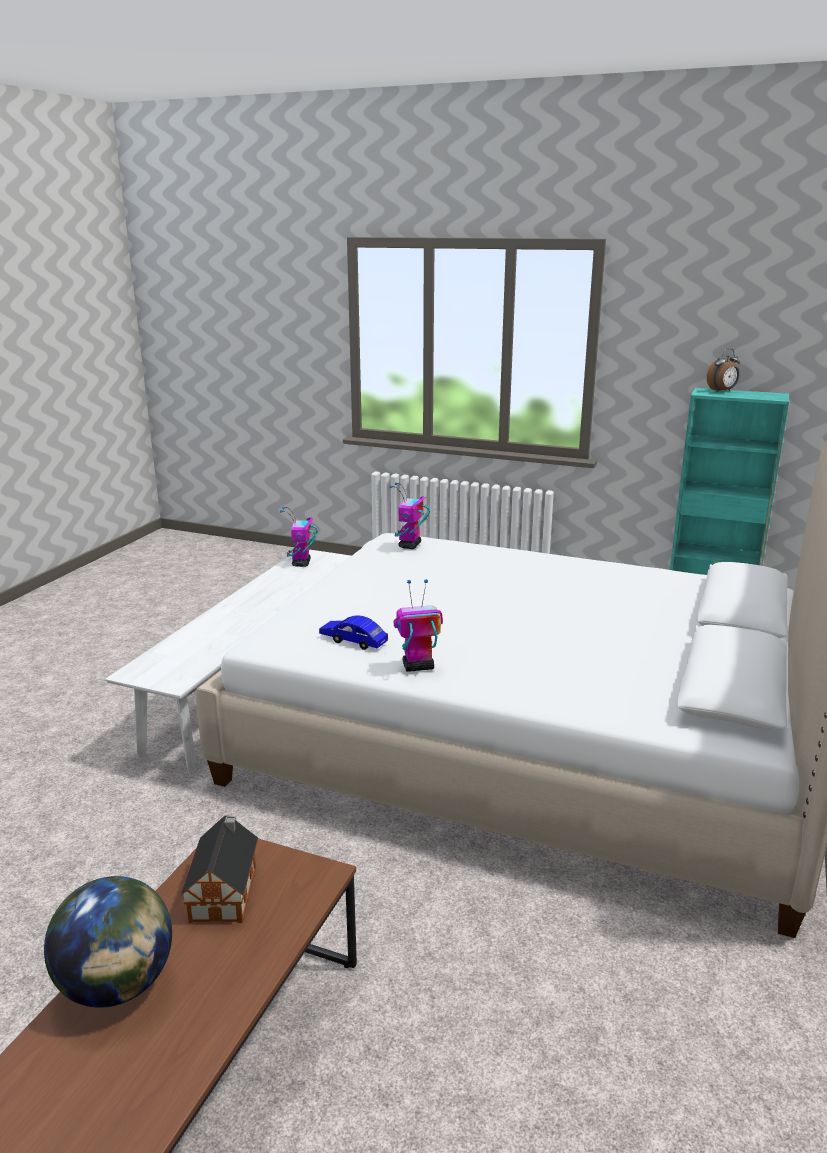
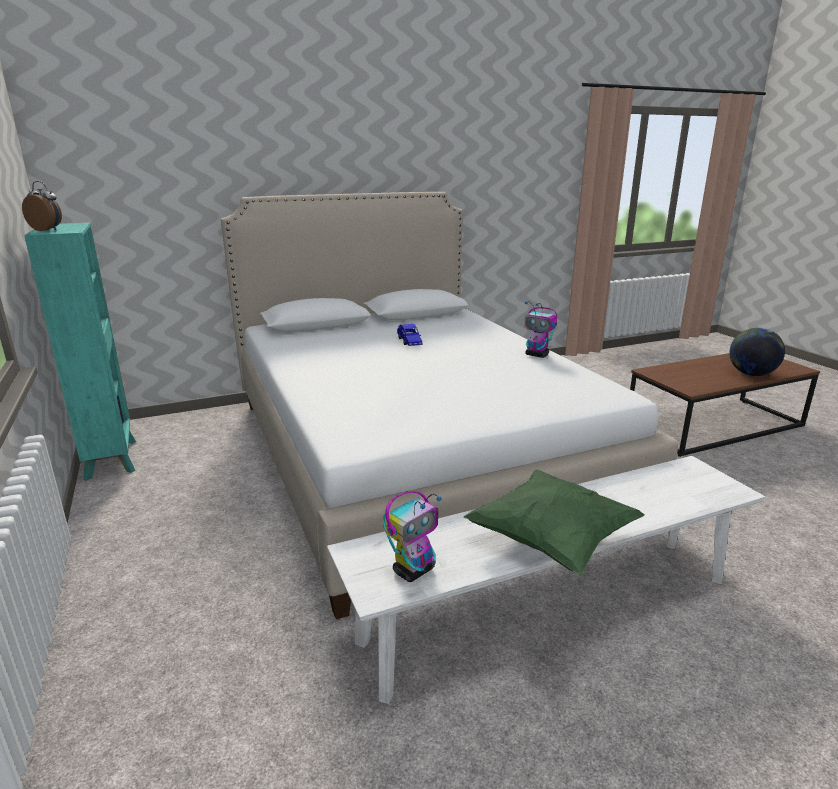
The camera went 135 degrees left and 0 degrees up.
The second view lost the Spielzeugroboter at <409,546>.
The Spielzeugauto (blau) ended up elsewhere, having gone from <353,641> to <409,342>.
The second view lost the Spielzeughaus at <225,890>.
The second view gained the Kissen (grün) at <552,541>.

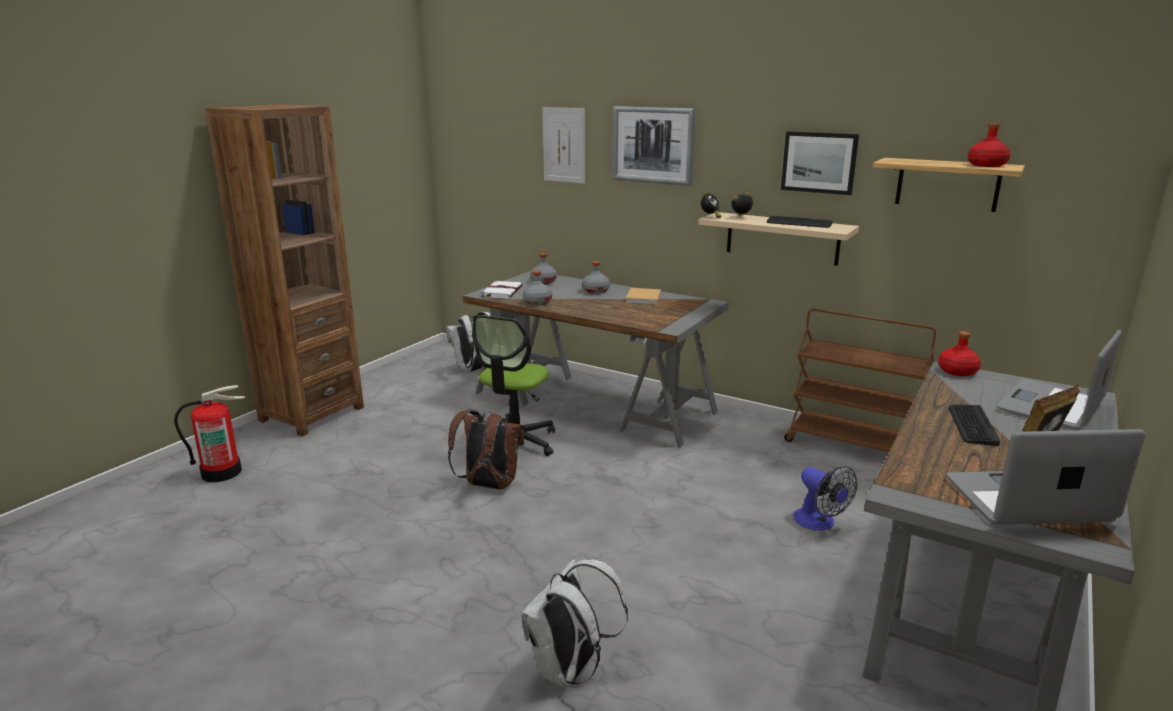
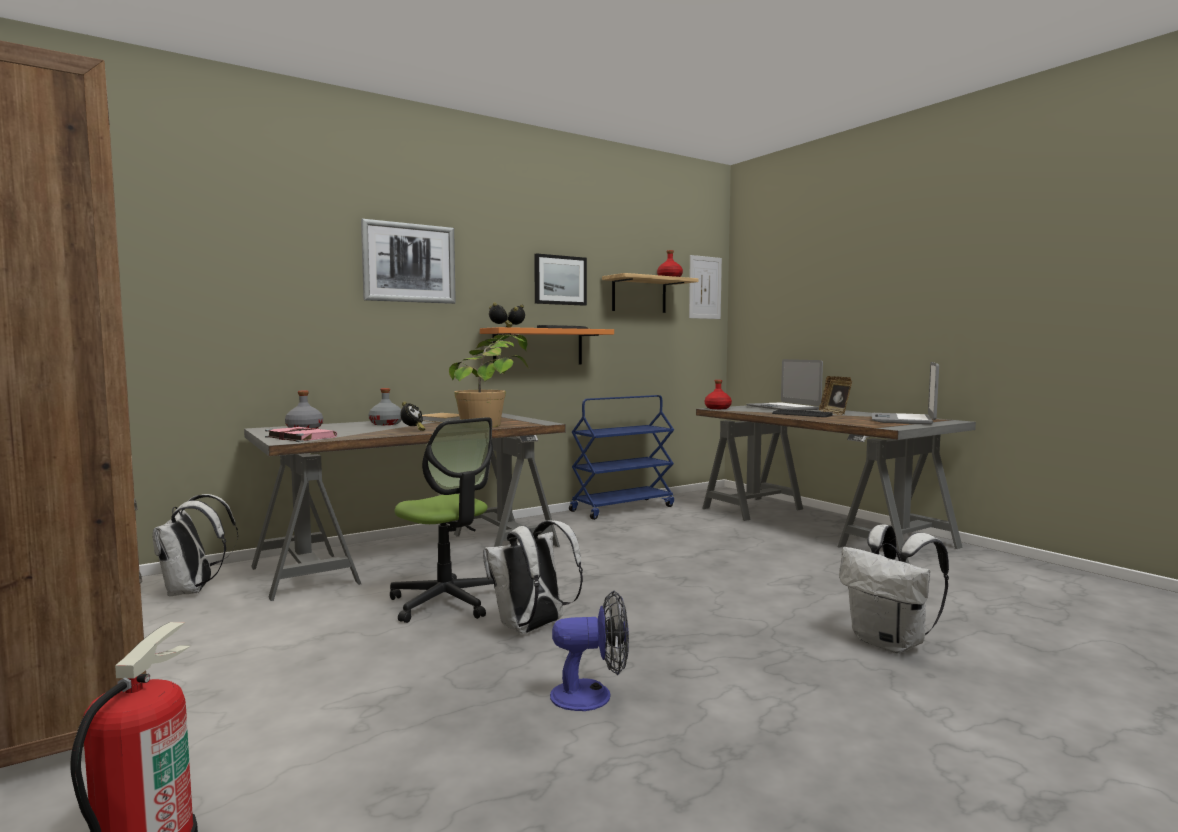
The camera went 65 degrees left and 15 degrees down.
The Bild ended up elsewhere, having gone from <564,145> to <705,287>.
What was the Wandregal (beige) at <782,238> turned into the Wandregal (orange) at <538,347>.
The second view lost the Flasche (grau) at <537,302>.
What was the Buch (weiß) at <502,292> turned into the Buch (rosa) at <300,437>.
What was the Rollwagen (braun) at <852,445> turned into the Rollwagen (blau) at <622,508>.
What was the Rucksack (braun) at <488,485> turned into the Rucksack (weiß) at <532,628>.
The Ventilator ended up elsewhere, having gone from <819,523> to <592,695>.
The second view gained the Topfpflanze at <493,424>.
The second view gained the Wecker at <412,430>.

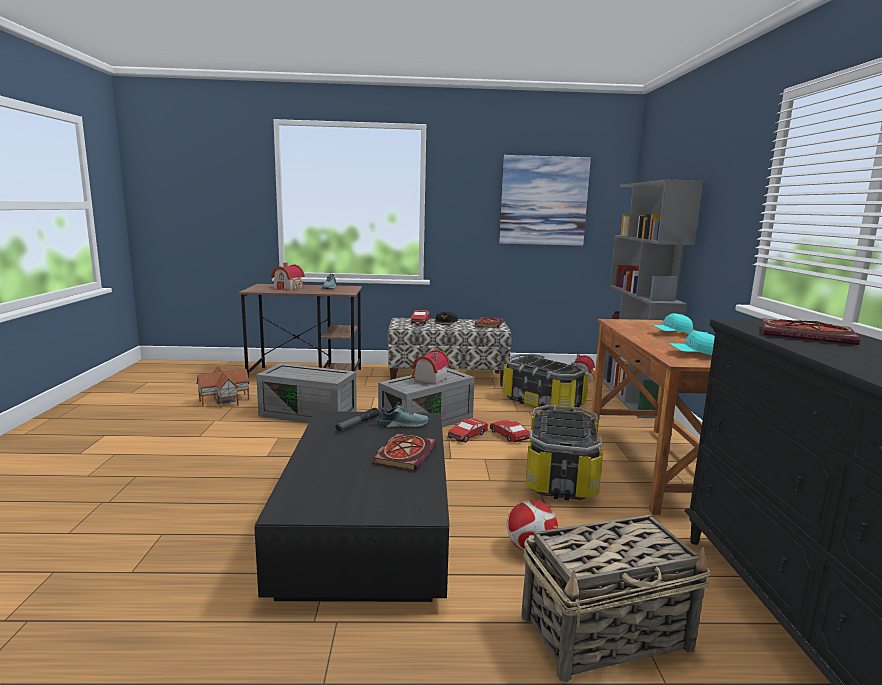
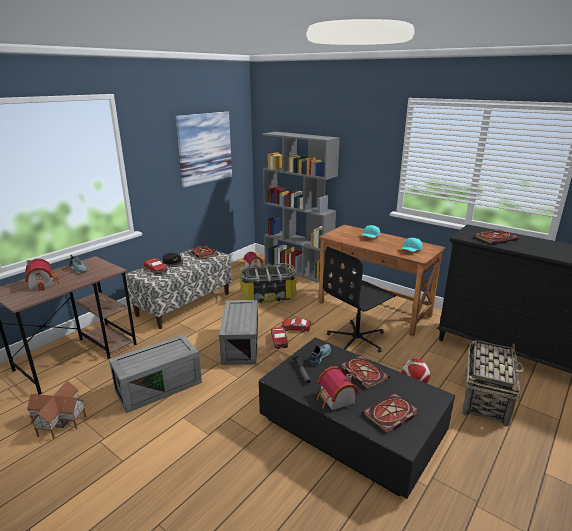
The camera went 50 degrees left and 10 degrees up.
The Spielzeughaus ended up elsewhere, having gone from <428,379> to <335,400>.
Where the Aufbewahrungsbox stood at <560,476>, the Bürostuhl (schwarz) came to stand at <357,339>.
The second view gained the Buch at <390,415>.

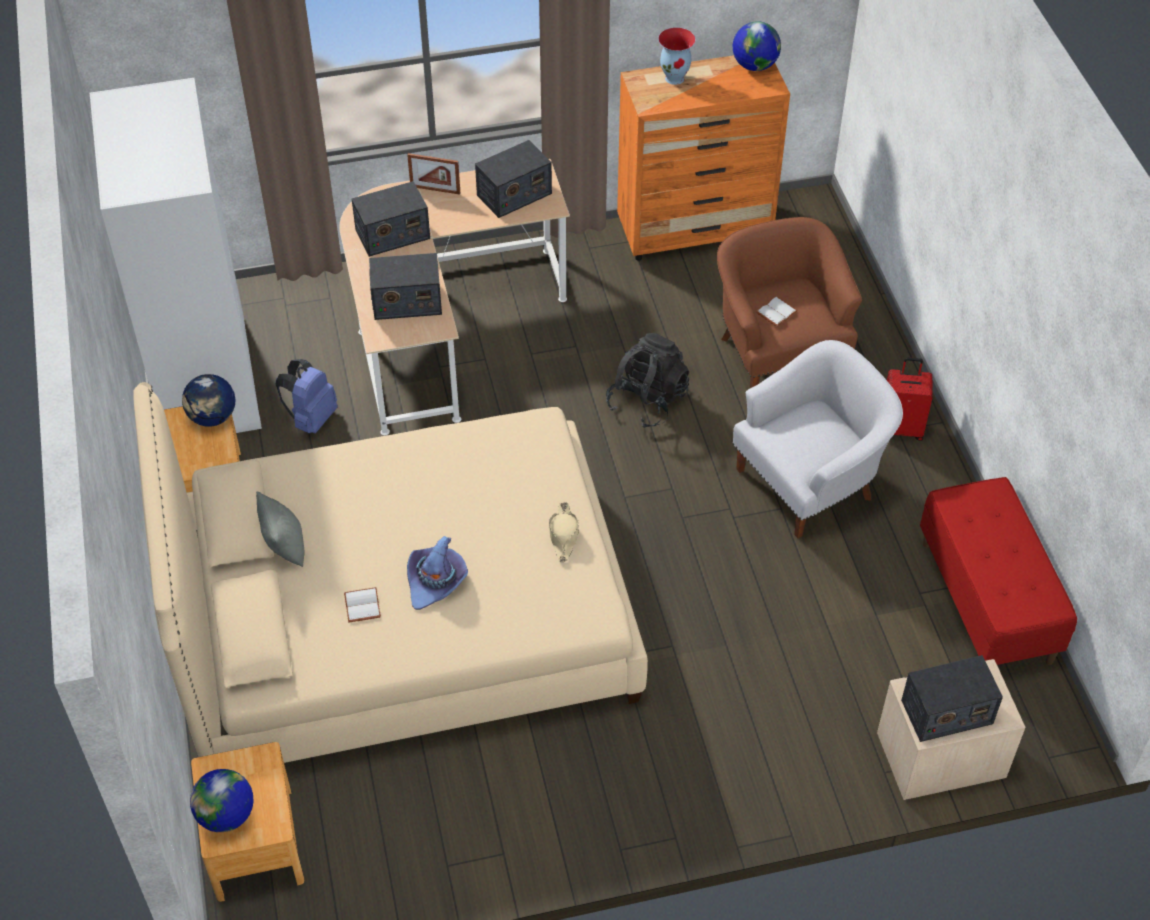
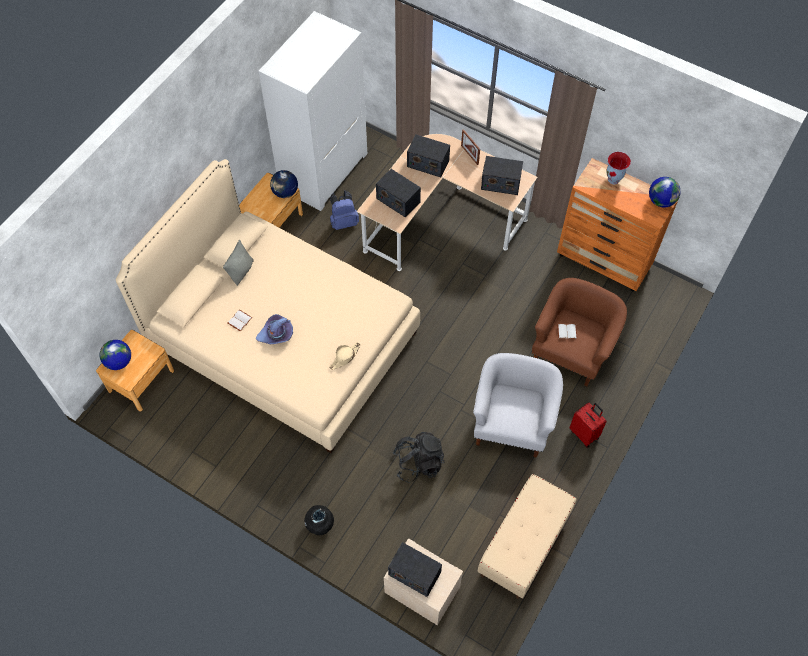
The camera went 45 degrees right and 10 degrees up.
The Rucksack (schwarz) ended up elsewhere, having gone from <647,401> to <418,462>.
The Sessel (weiß) at <810,483> ended up facing another way, 90 degrees counterclockwise from before.
What was the Bank (rot) at <987,602> turned into the Bank (beige) at <524,545>.
The second view gained the Vase (schwarz) at <320,525>.

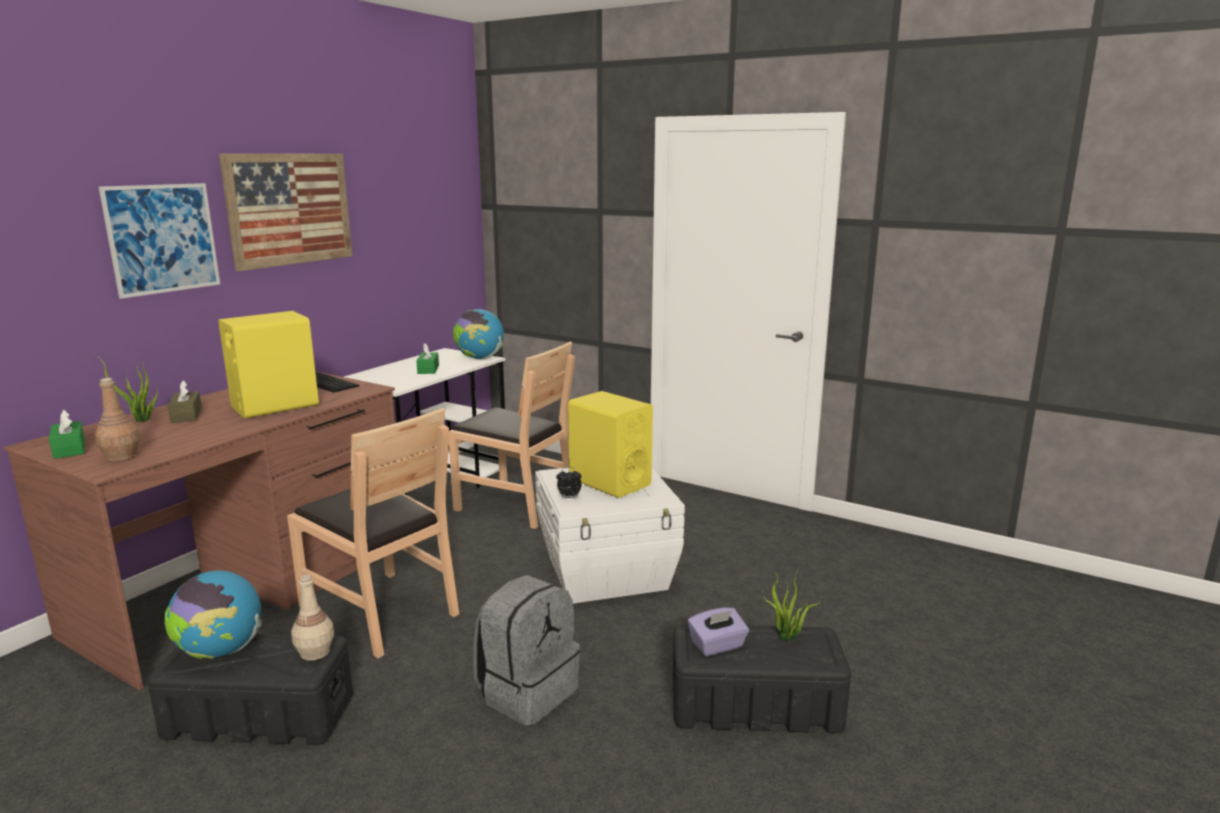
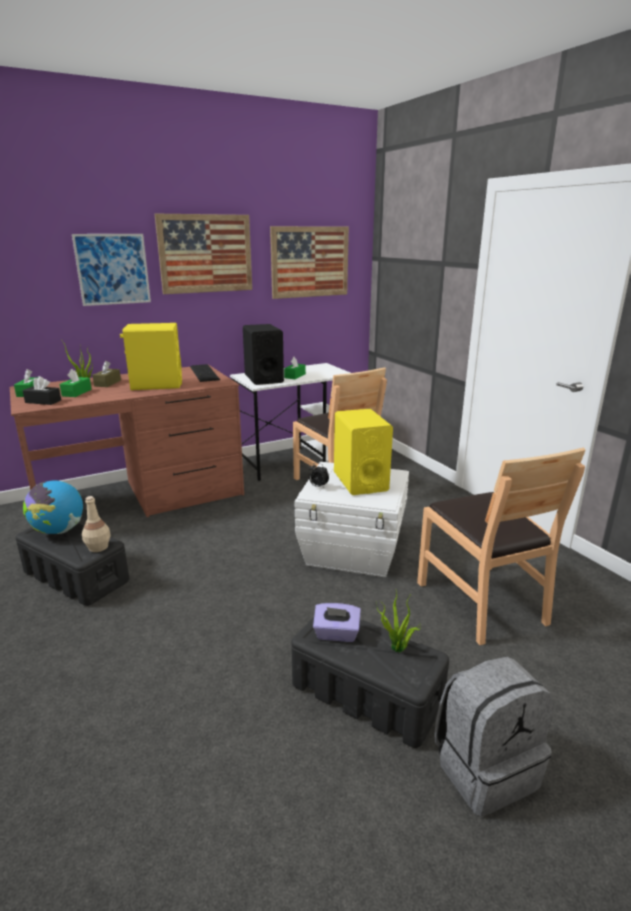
The camera went 30 degrees right and 5 degrees up.
The second view lost the Globus at <479,358>.
Where the Flasche (braun) stood at <121,457>, the Taschentuchbox (schwarz) came to stand at <43,401>.
The Stuhl (braun) ended up elsewhere, having gone from <381,612> to <481,601>.
The Rucksack (grau) ended up elsewhere, having gone from <527,692> to <484,768>.
The second view gained the Bild at <310,262>.
The second view gained the Lautsprecher (schwarz) at <263,378>.
The second view gained the Taschentuchbox (grün) at <77,393>.

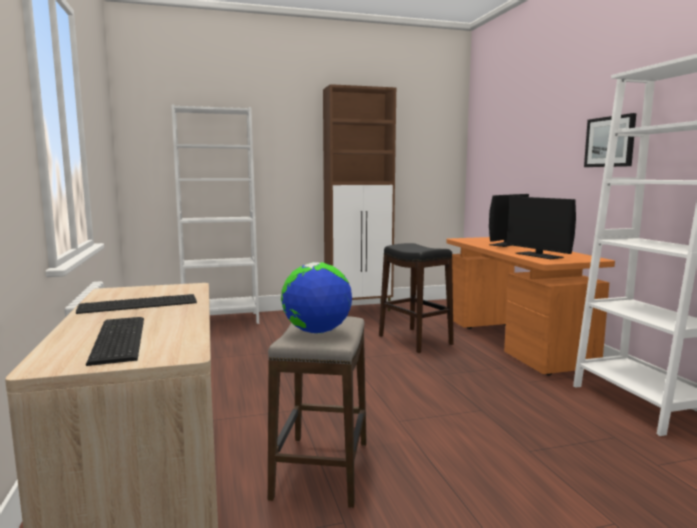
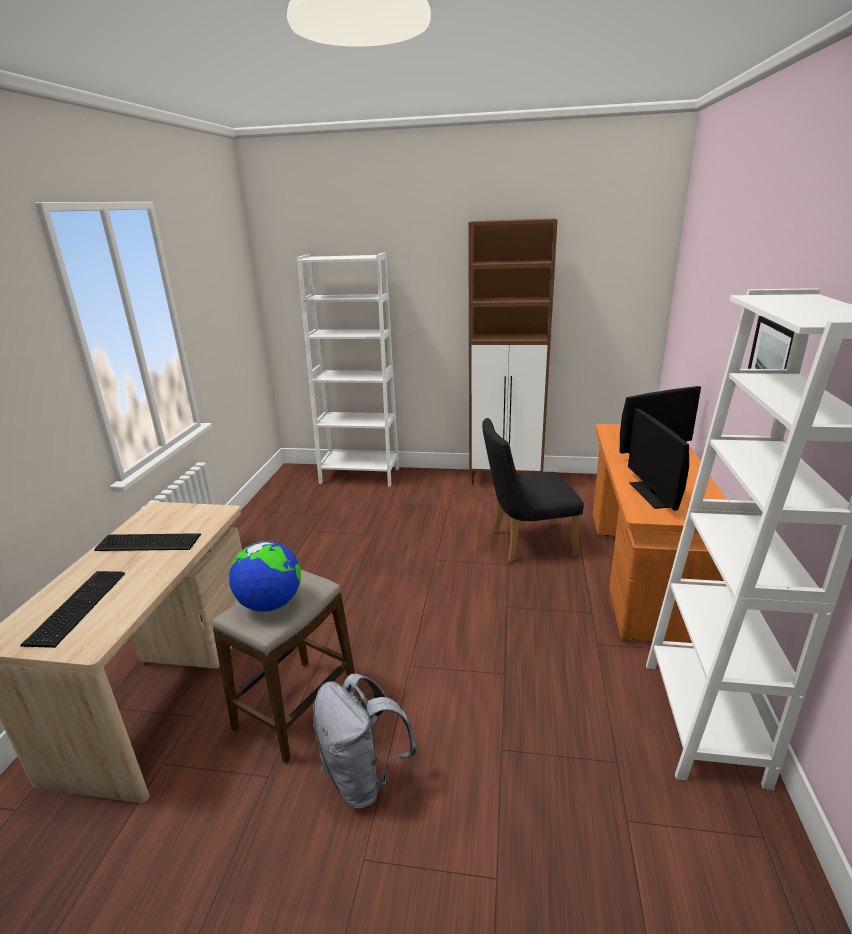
The camera went 25 degrees right and 15 degrees up.
Where the Hocker (schwarz) stood at <414,340>, the Stuhl (schwarz) came to stand at <526,543>.
The second view gained the Rucksack (grau) at <364,777>.

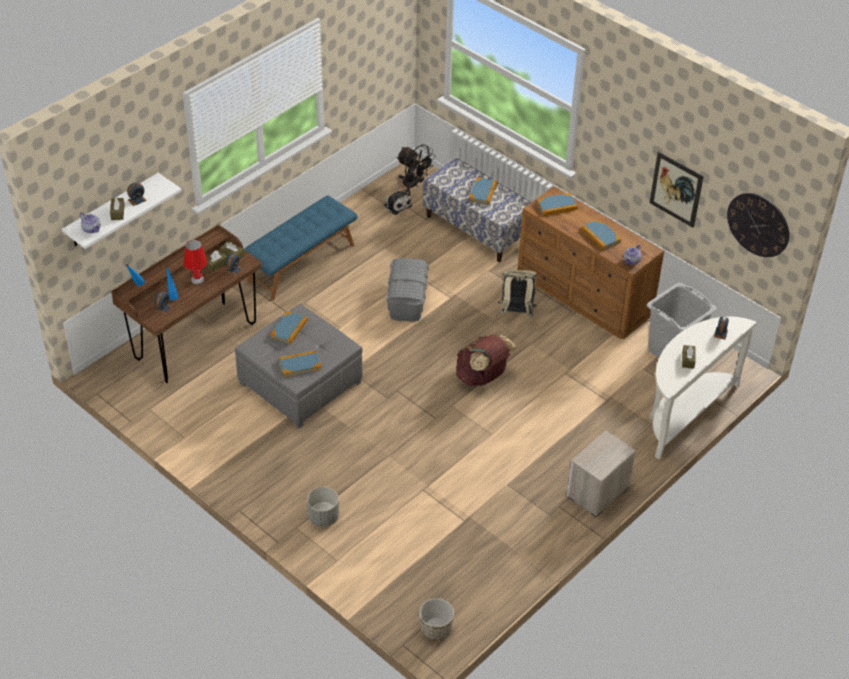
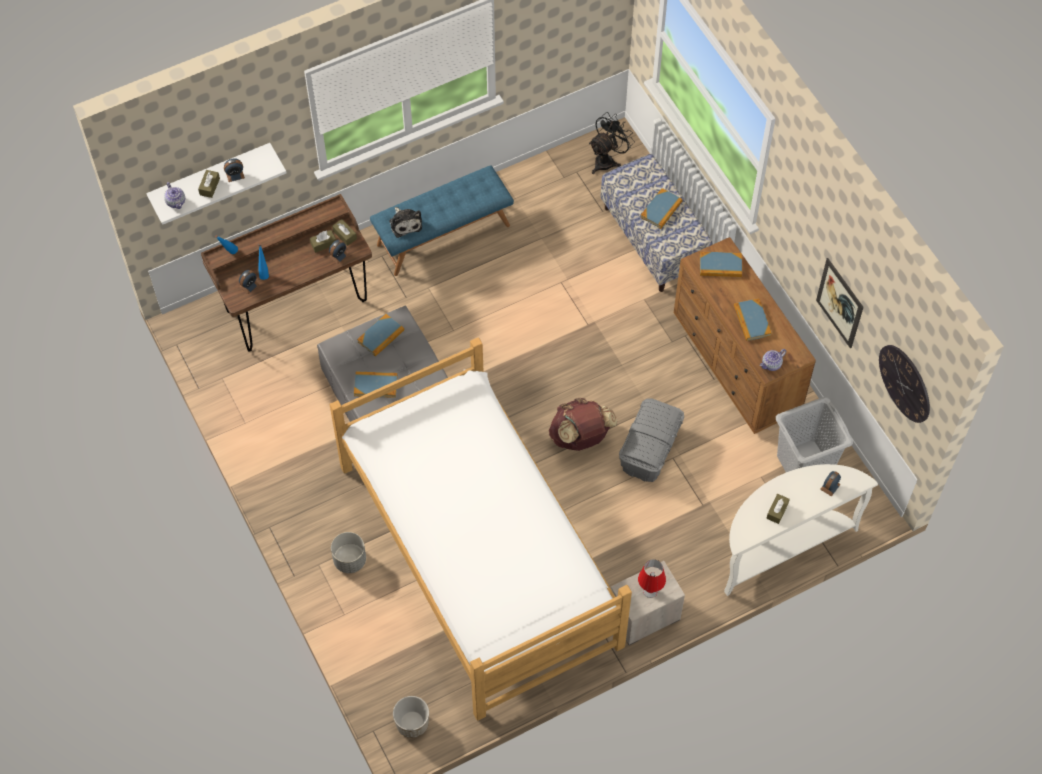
The camera went 20 degrees right and 15 degrees up.
The Ventilator (schwarz) at <414,185> ended up facing another way, 105 degrees counterclockwise from before.
The Plüschtier ended up elsewhere, having gone from <397,205> to <405,223>.
The Tischlampe (rot) ended up elsewhere, having gone from <197,279> to <650,590>.
The Aufbewahrungsbox (grau) ended up elsewhere, having gone from <407,300> to <650,449>.
The second view lost the Rucksack (beige) at <516,312>.
The second view gained the Bett at <478,556>.

